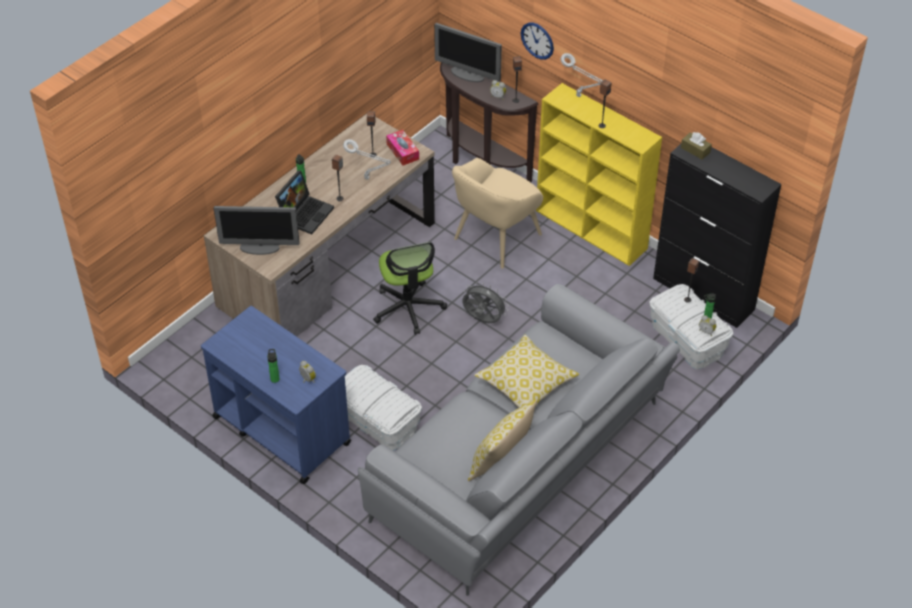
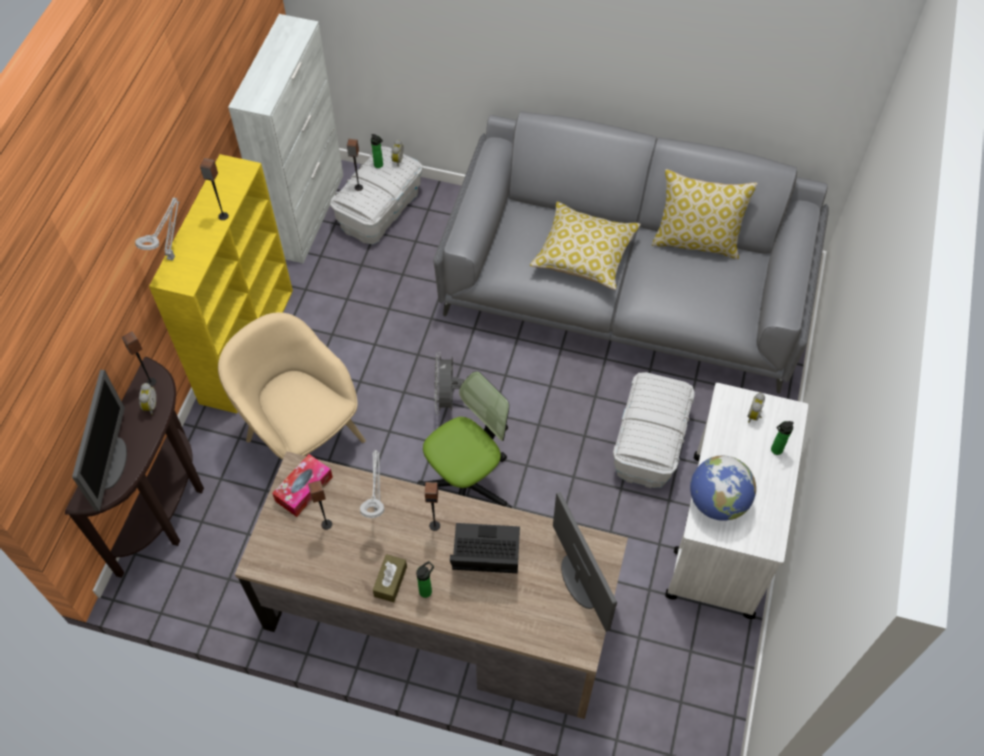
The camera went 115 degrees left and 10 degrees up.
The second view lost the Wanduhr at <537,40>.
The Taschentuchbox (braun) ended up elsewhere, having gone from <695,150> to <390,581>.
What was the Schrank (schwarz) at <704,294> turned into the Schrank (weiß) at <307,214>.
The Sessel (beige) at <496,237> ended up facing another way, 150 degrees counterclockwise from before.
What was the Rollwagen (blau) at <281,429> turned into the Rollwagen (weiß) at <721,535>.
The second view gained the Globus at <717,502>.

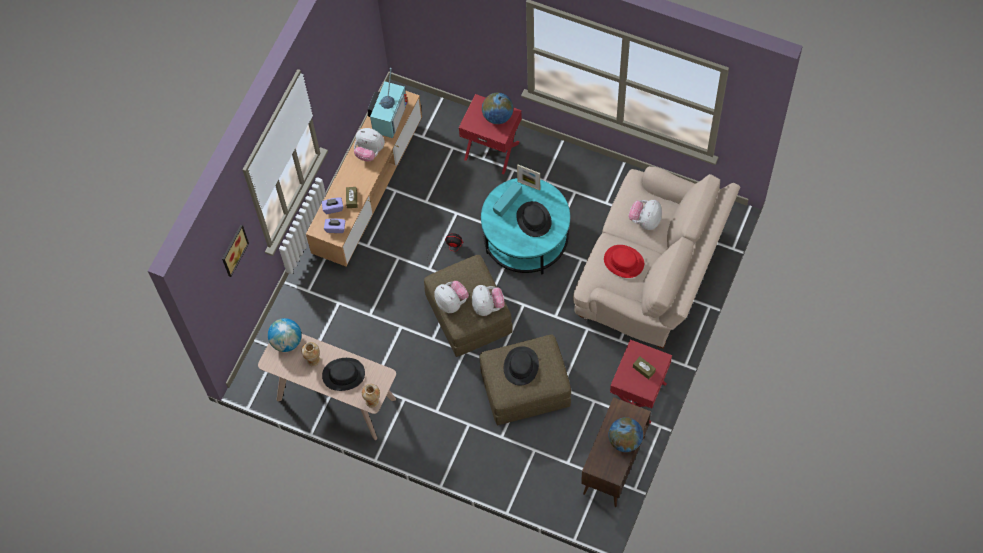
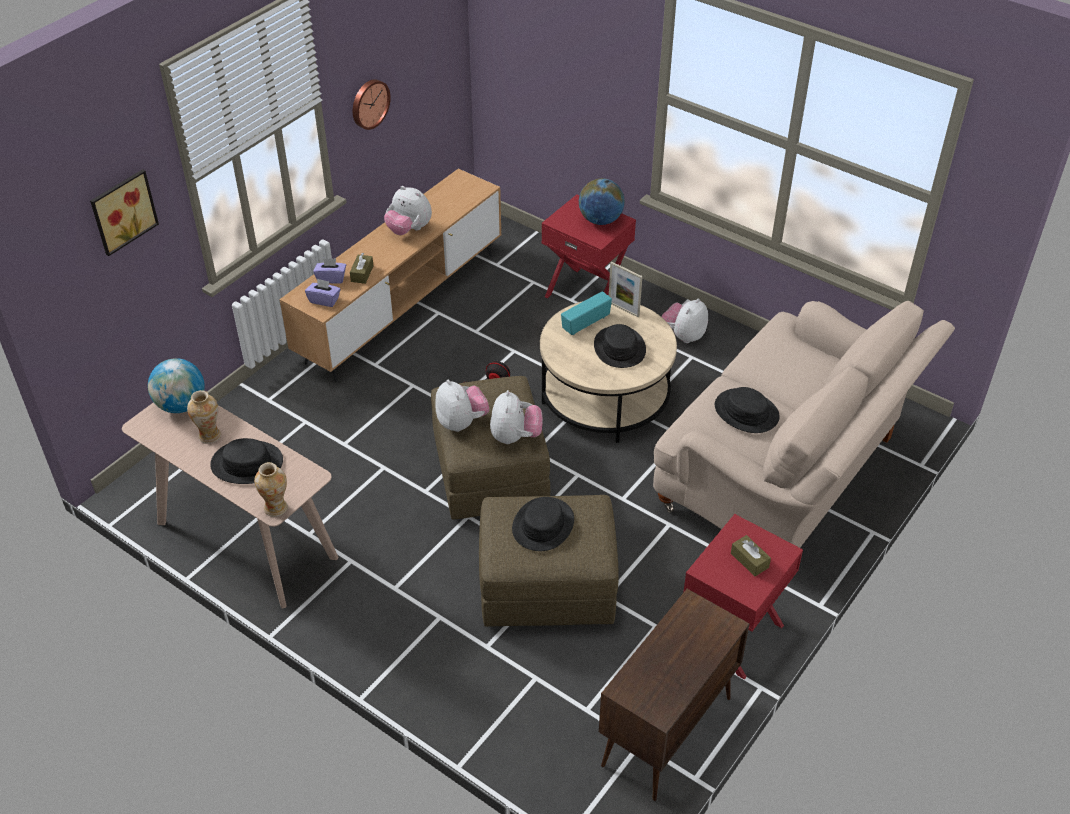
The camera went 10 degrees right and 20 degrees down.
The second view lost the Fernseher at <387,116>.
What was the Couchtisch (türkis) at <526,238> turned into the Couchtisch (beige) at <605,396>.
The Plüschtier ended up elsewhere, having gone from <645,220> to <683,335>.
What was the Hut (rot) at <623,262> turned into the Hut (schwarz) at <746,412>.
The second view lost the Globus at <625,440>.
The second view gained the Wanduhr at <369,103>.

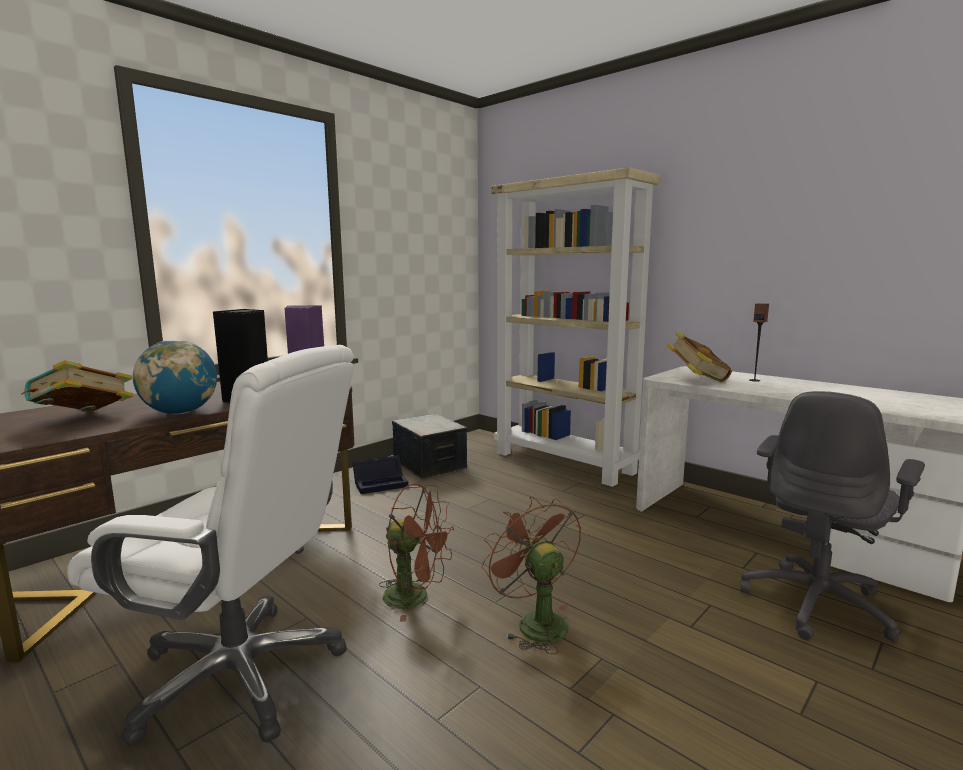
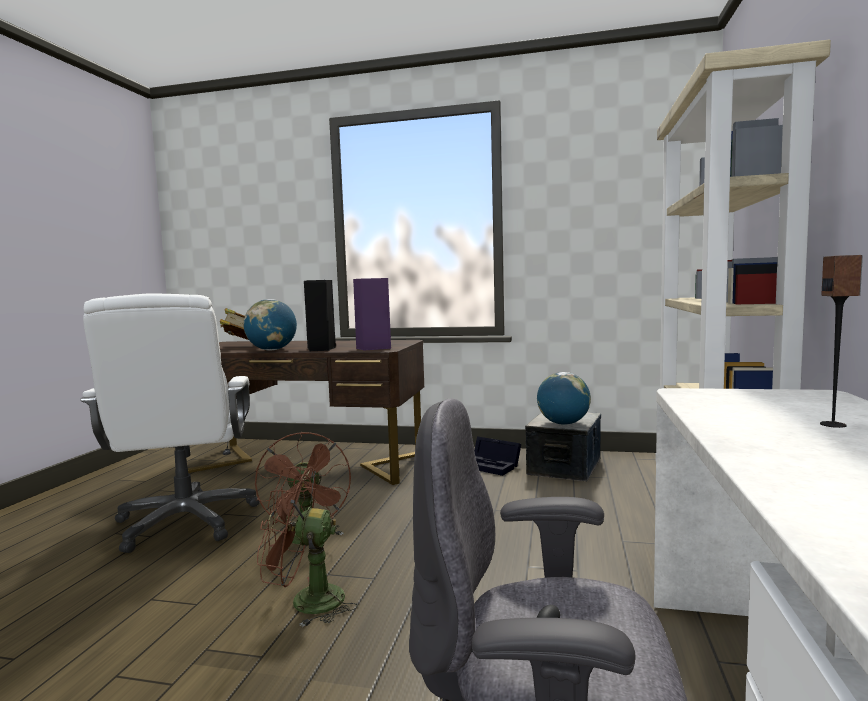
The camera went 60 degrees right and 5 degrees down.
The second view lost the Buch at <696,380>.
The Ventilator (braun) at <534,622> ended up facing another way, 120 degrees counterclockwise from before.
The second view gained the Globus at <563,423>.

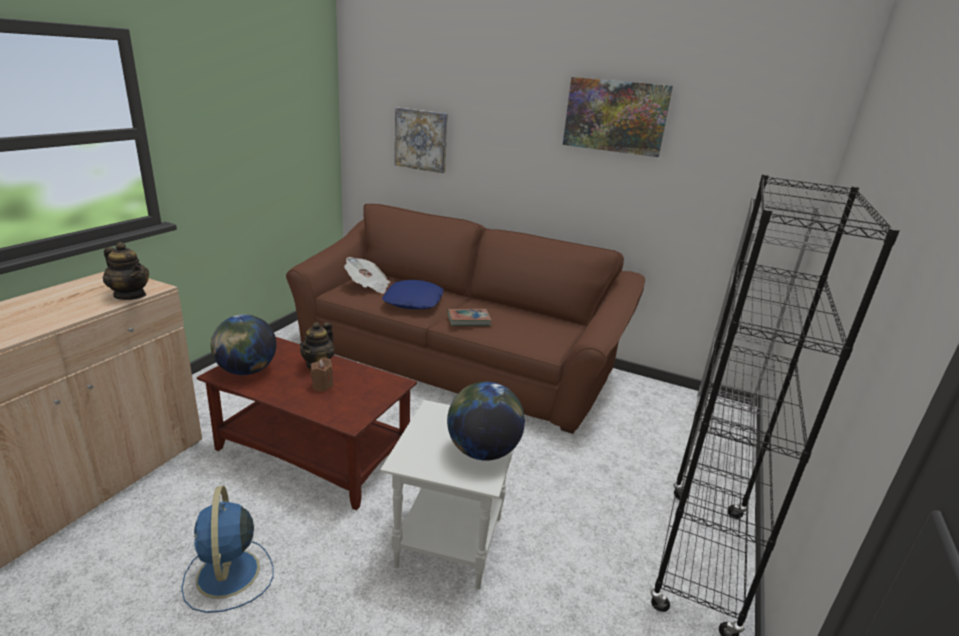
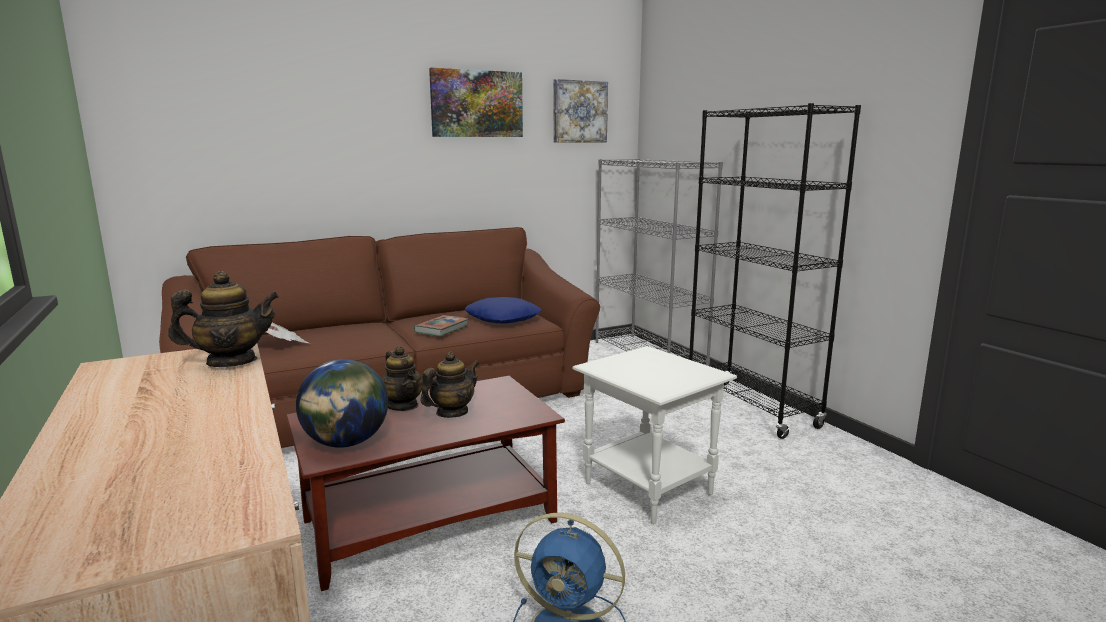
The camera went 50 degrees left and 10 degrees down.
The Bild ended up elsewhere, having gone from <421,140> to <579,111>.
The Kissen (blau) ended up elsewhere, having gone from <414,301> to <503,318>.
Where the Kerze (braun) stood at <322,386>, the Teekanne came to stand at <452,412>.
The second view lost the Globus at <482,451>.

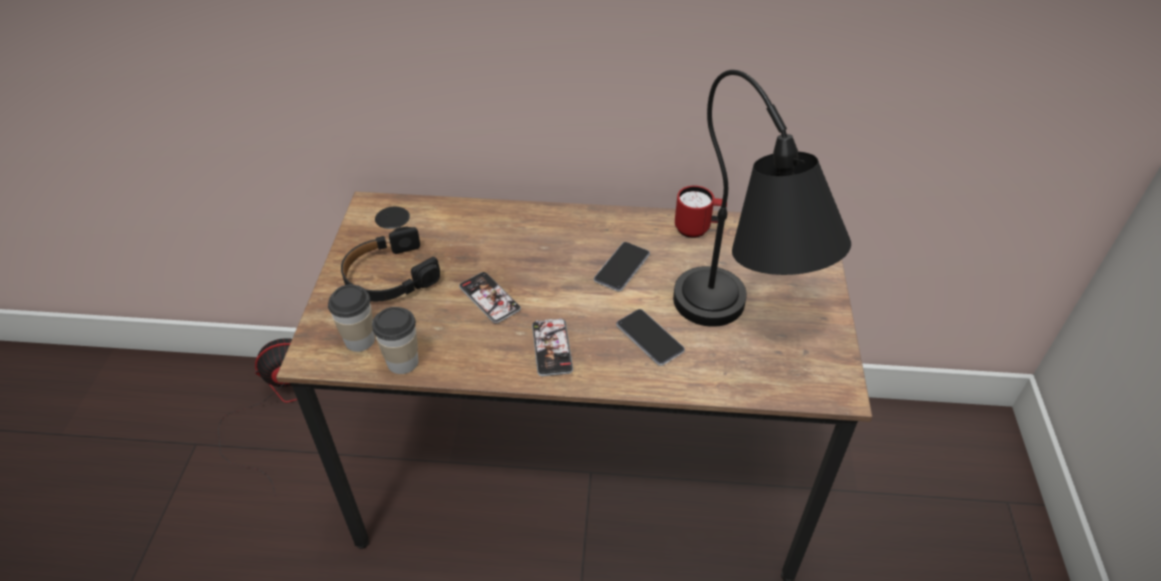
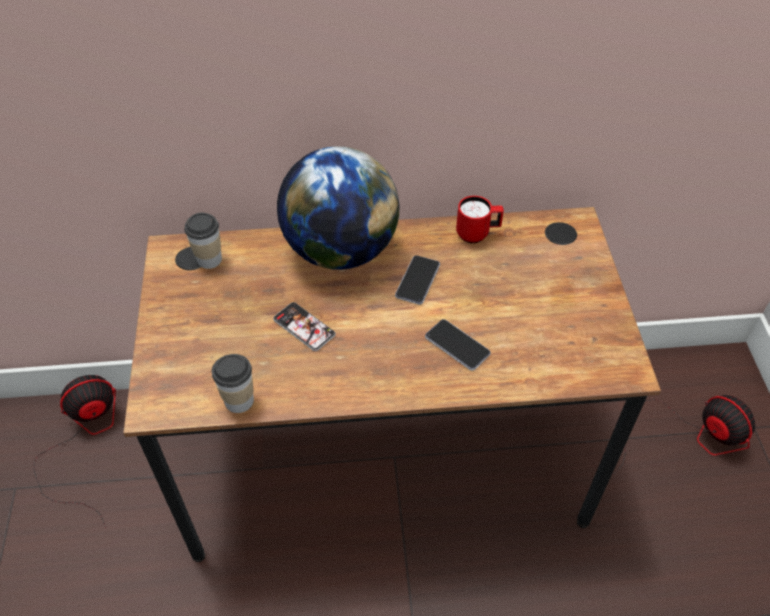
The camera went 10 degrees left and 5 degrees up.
The second view lost the Tischlampe (schwarz) at <740,332>.
The second view lost the Kopfhörer (schwarz) at <389,276>.
The Tasse ended up elsewhere, having gone from <359,340> to <209,259>.
The second view lost the Handy at <552,348>.
The second view gained the Globus at <340,250>.
The second view gained the Ventilator at <688,435>.

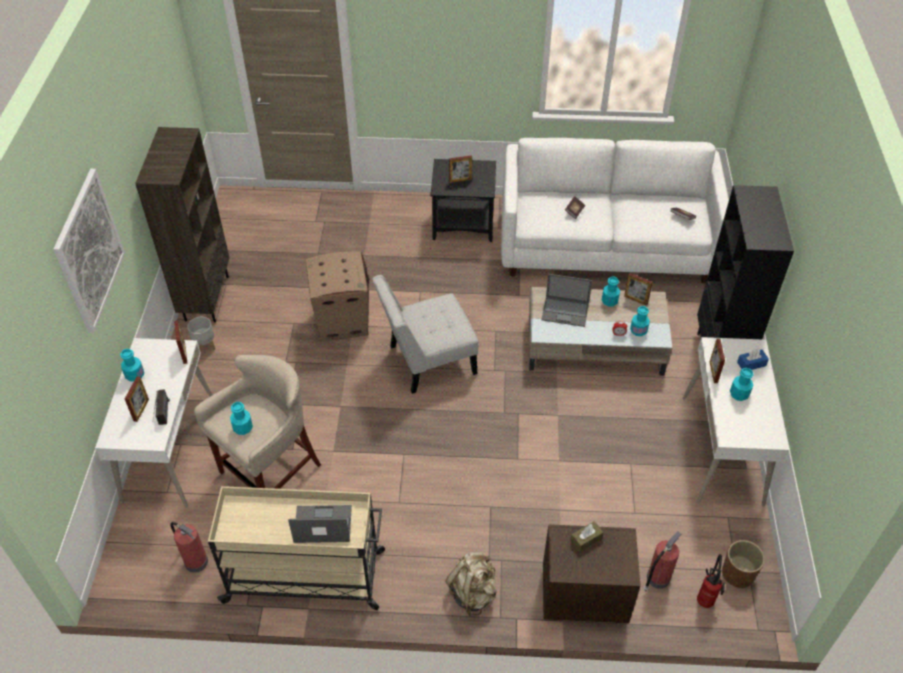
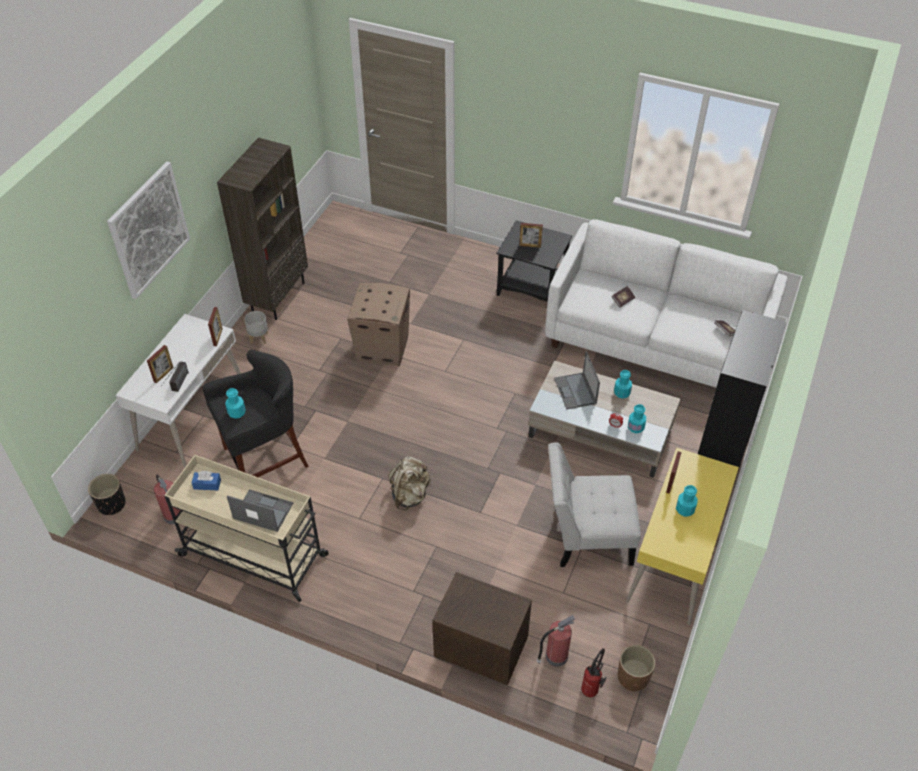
The camera went 20 degrees right and 0 degrees up.
The second view lost the Bilderrahmen at <635,300>.
The Laptop at <565,311> ended up facing another way, 45 degrees clockwise from before.
The Stuhl (weiß) ended up elsewhere, having gone from <427,361> to <587,536>.
What was the Schreibtisch (weiß) at <722,450> turned into the Schreibtisch (gelb) at <675,562>.
The second view lost the Flasche (türkis) at <135,375>.
The Taschentuchbox (blau) ended up elsewhere, having gone from <751,364> to <207,484>.
What was the Hocker (beige) at <270,471> turned into the Hocker (schwarz) at <264,459>.
The second view lost the Taschentuchbox (braun) at <586,539>.
The Rucksack (beige) ended up elsewhere, having gone from <473,593> to <410,495>.
The second view gained the Pflanzkübel (schwarz) at <111,504>.

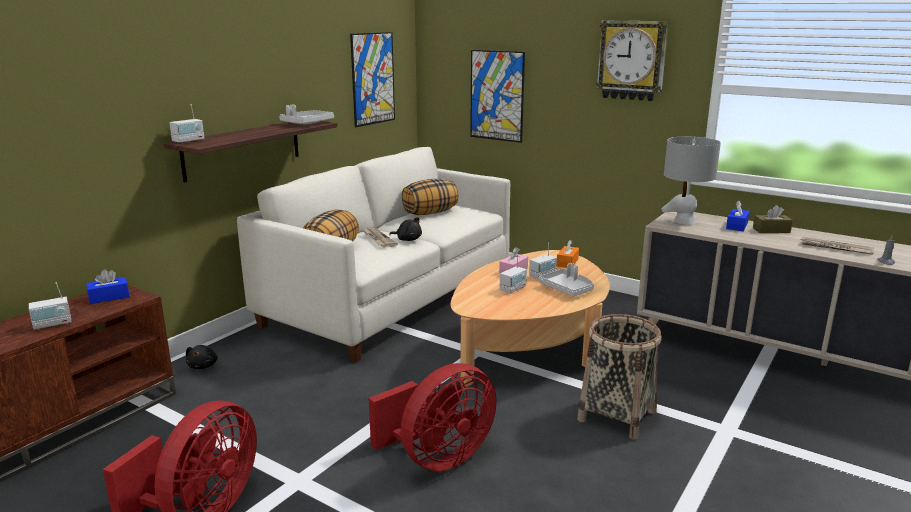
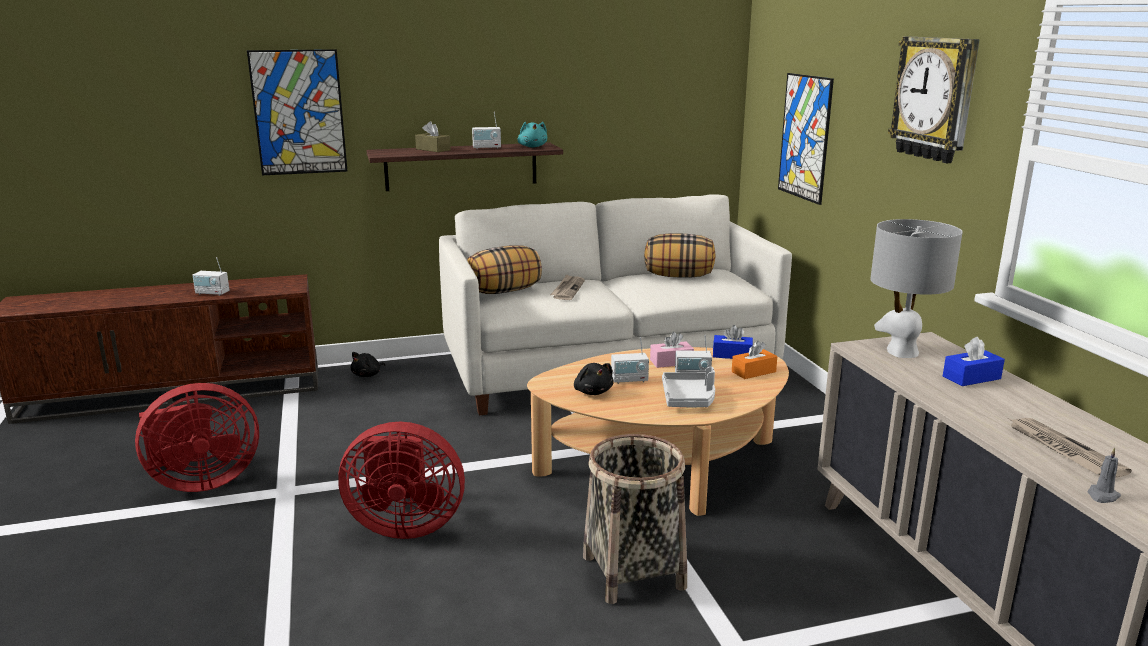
The camera went 40 degrees right and 0 degrees up.
The Bild ended up elsewhere, having gone from <373,79> to <299,112>.
The Radio ended up elsewhere, having gone from <188,141> to <487,148>.
Where the Tablett (grau) stood at <307,123>, the Plüschtier (türkis) came to stand at <532,147>.
The Taschentuchbox (braun) ended up elsewhere, having gone from <771,230> to <433,149>.
The Plüschtier (schwarz) ended up elsewhere, having gone from <408,239> to <593,391>.
The Taschentuchbox (blau) ended up elsewhere, having gone from <109,297> to <732,355>.

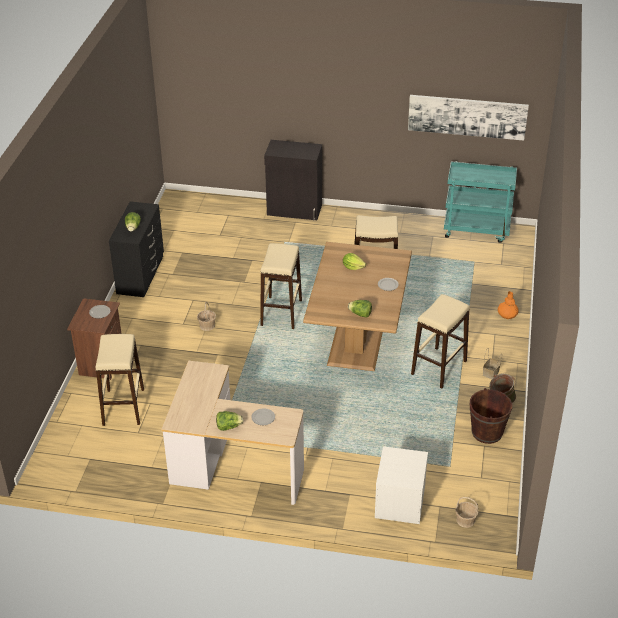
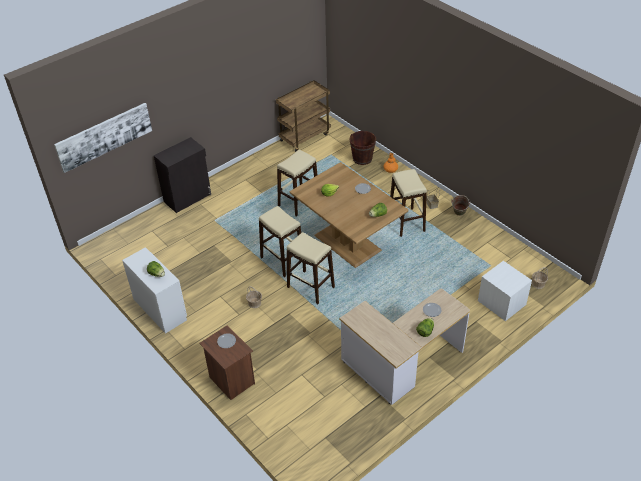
The camera went 50 degrees left and 5 degrees up.
The Bild ended up elsewhere, having gone from <467,116> to <104,136>.
What was the Rollwagen (türkis) at <477,230> turned into the Rollwagen (braun) at <305,137>.
What was the Kommode (schwarz) at <141,274> turned into the Kommode (weiß) at <160,308>.
The Hocker (beige) ended up elsewhere, having gone from <123,407> to <310,287>.
The Eimer (braun) ended up elsewhere, having gone from <487,432> to <362,158>.

